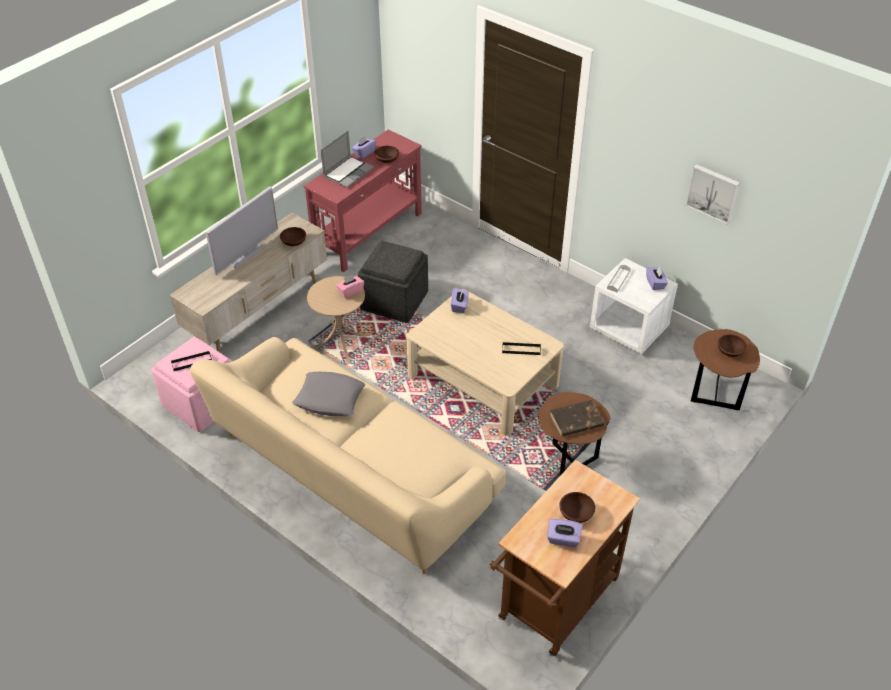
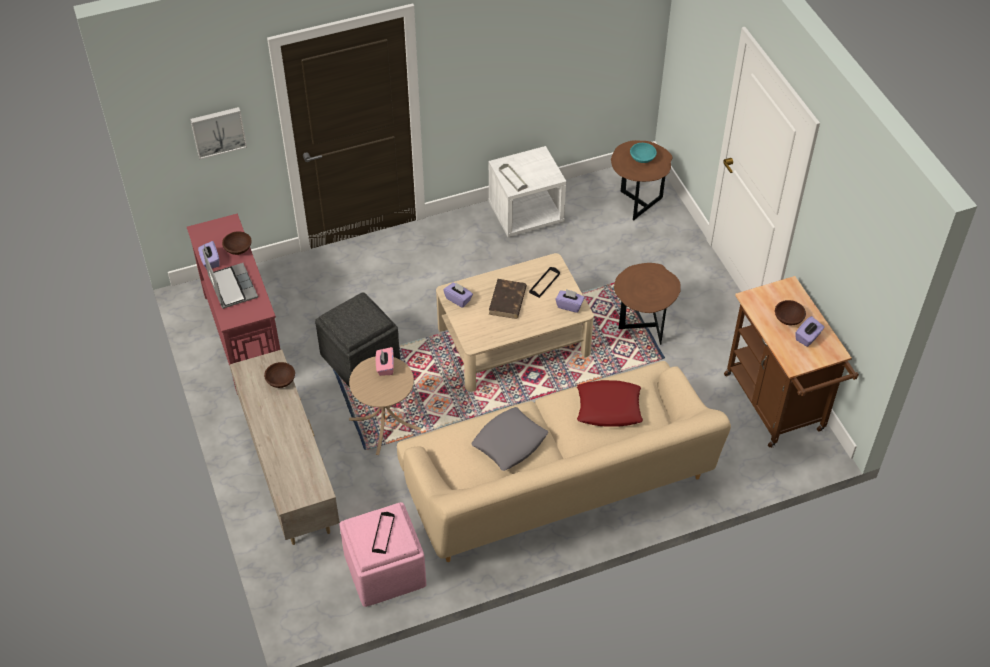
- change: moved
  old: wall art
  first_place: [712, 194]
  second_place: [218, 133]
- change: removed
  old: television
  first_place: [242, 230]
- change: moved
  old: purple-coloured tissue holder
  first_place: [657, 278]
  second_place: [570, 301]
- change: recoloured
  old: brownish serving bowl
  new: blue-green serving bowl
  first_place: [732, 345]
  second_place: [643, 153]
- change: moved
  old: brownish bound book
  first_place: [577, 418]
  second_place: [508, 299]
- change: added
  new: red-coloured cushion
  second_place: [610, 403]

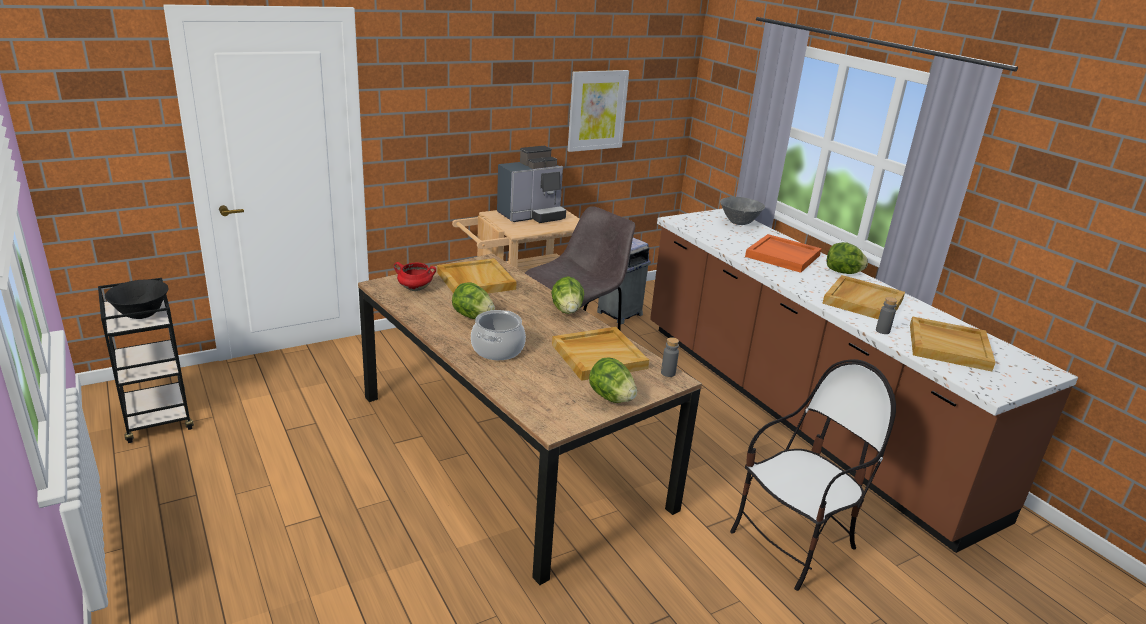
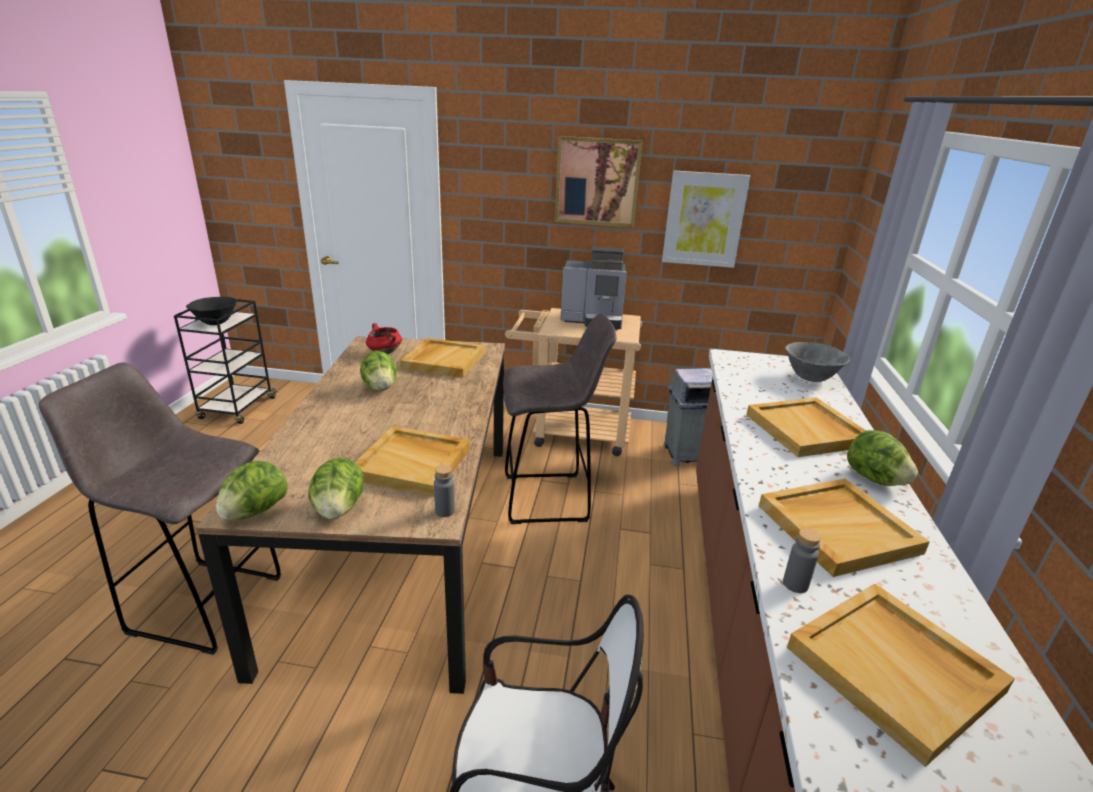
- change: recoloured
  old: orangey carrying tray
  new: sand-coloured carrying tray
  first_place: [783, 253]
  second_place: [806, 427]
- change: moved
  old: lettuce
  first_place: [567, 295]
  second_place: [252, 490]
- change: removed
  old: stockpot
  first_place: [498, 335]
- change: added
  new: wall art
  second_place: [599, 182]
- change: added
  new: grey sitting stool
  second_place: [159, 508]

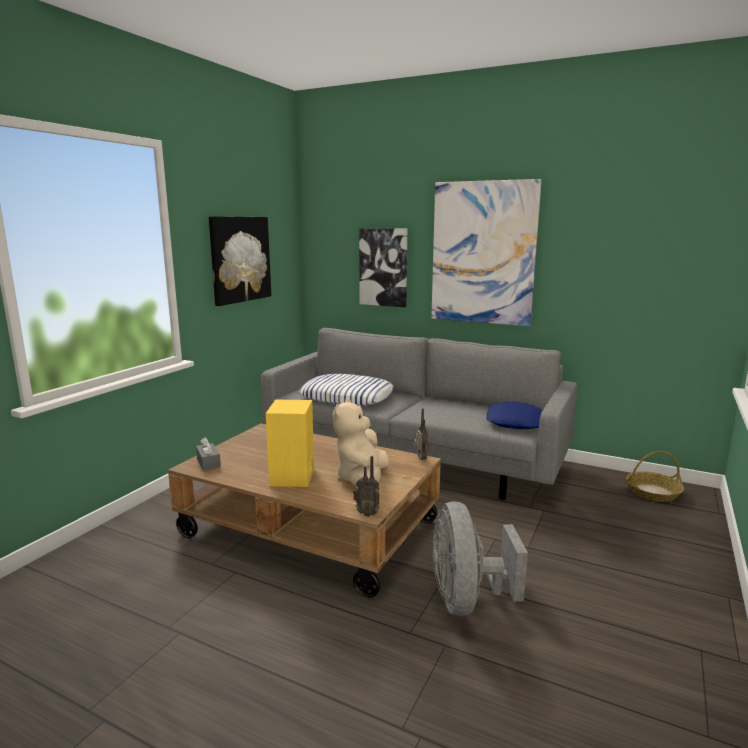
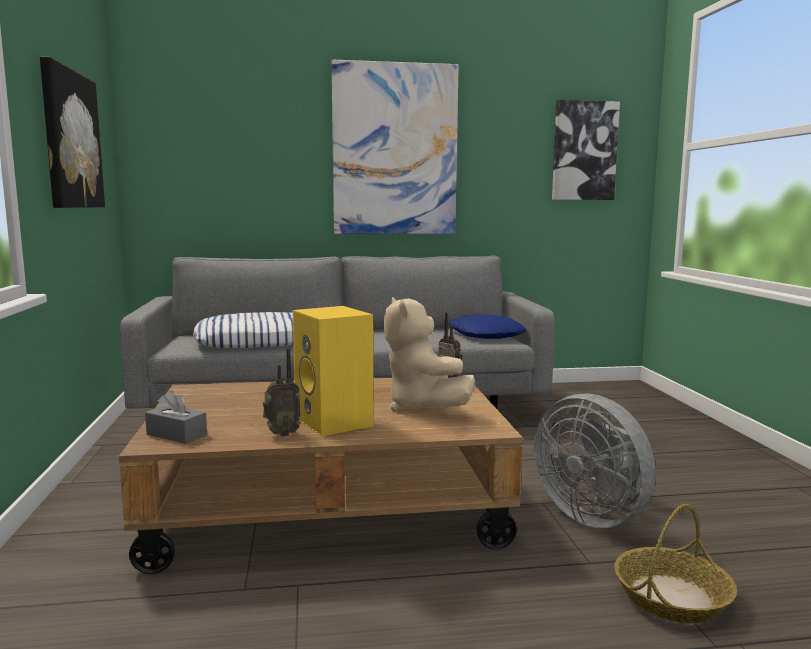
- change: moved
  old: wall art
  first_place: [383, 267]
  second_place: [586, 150]
- change: moved
  old: household basket
  first_place: [655, 476]
  second_place: [675, 563]
- change: moved
  old: radio
  first_place: [366, 486]
  second_place: [282, 392]

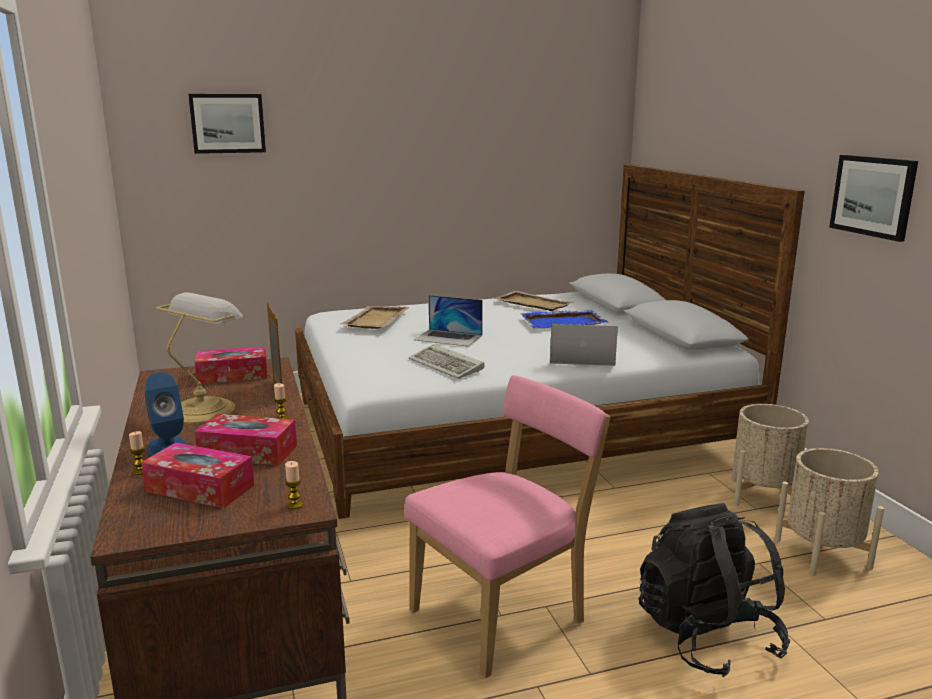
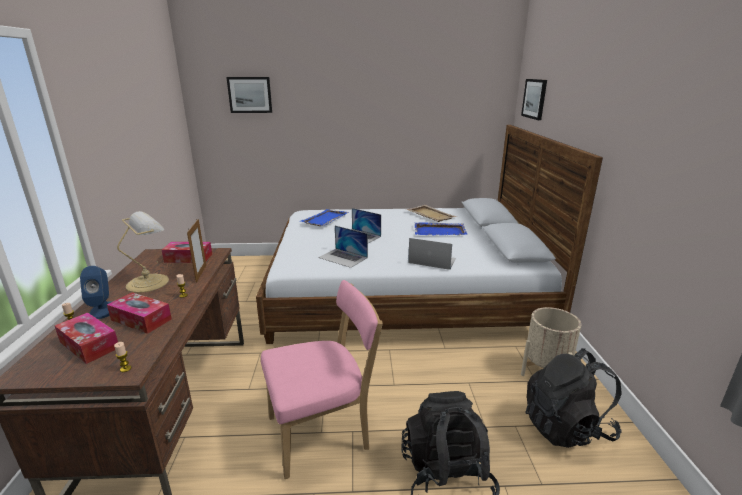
- change: moved
  old: wall art
  first_place: [873, 198]
  second_place: [534, 99]
- change: recoloured
  old: sand-coloured carrying tray
  new: blue carrying tray
  first_place: [375, 317]
  second_place: [325, 217]
- change: replaced
  old: PC keyboard
  new: portable computer
  first_place: [447, 361]
  second_place: [343, 247]
- change: replaced
  old: sand-coloured flower pot
  new: black-coloured knapsack
  first_place: [829, 512]
  second_place: [573, 398]

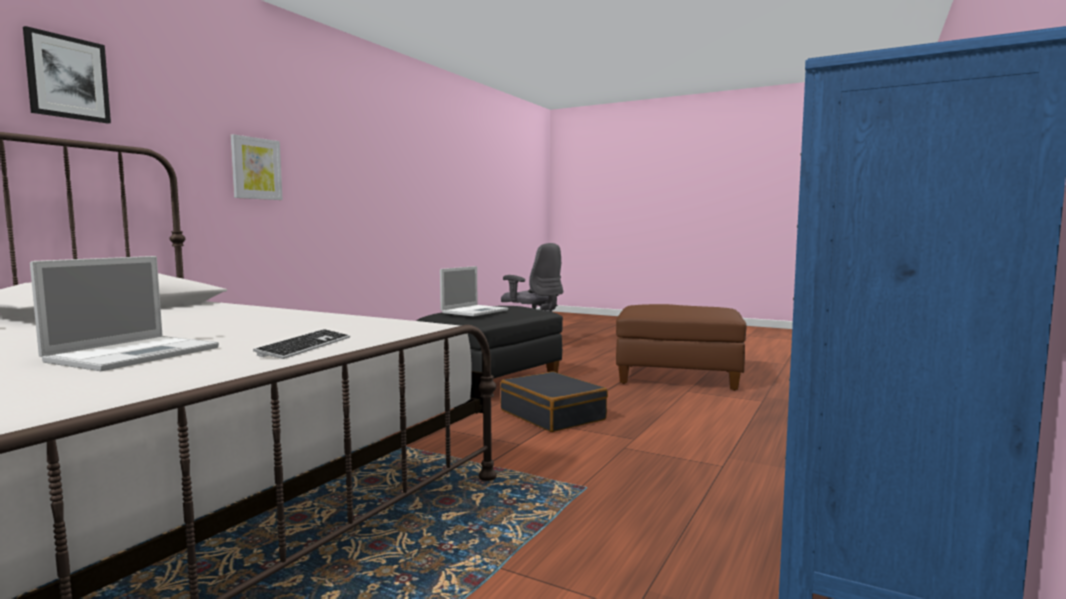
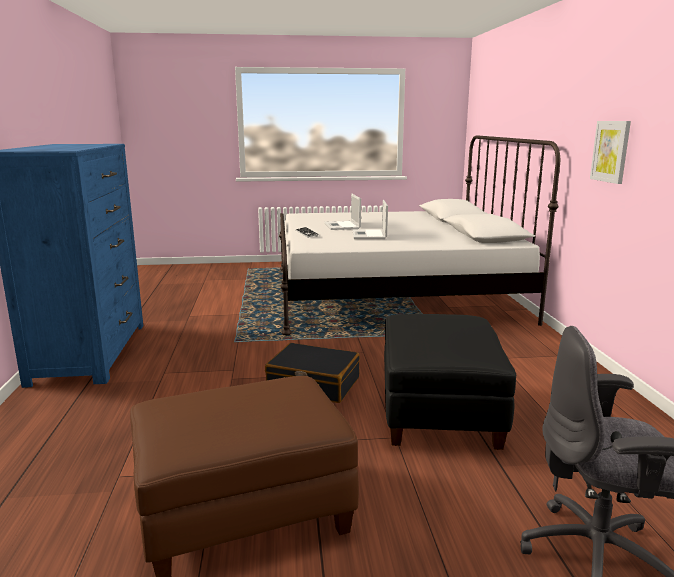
- change: removed
  old: wall art
  first_place: [67, 75]
- change: moved
  old: portable computer
  first_place: [474, 291]
  second_place: [370, 219]

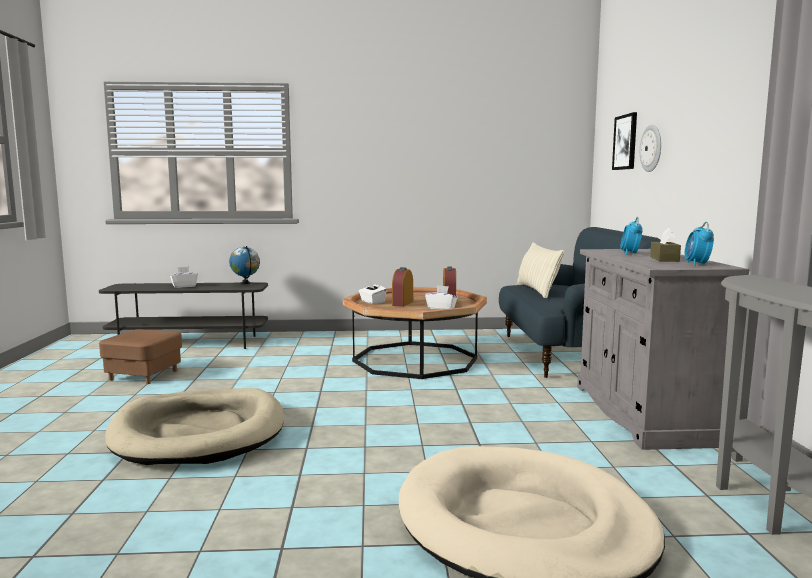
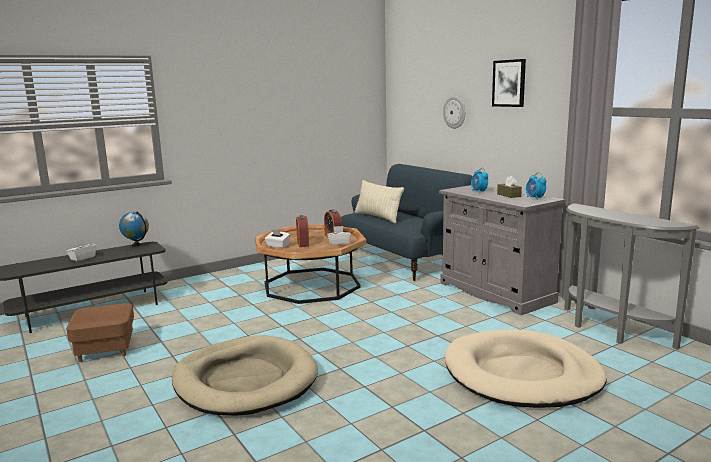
- change: moved
  old: wall art
  first_place: [624, 141]
  second_place: [509, 83]

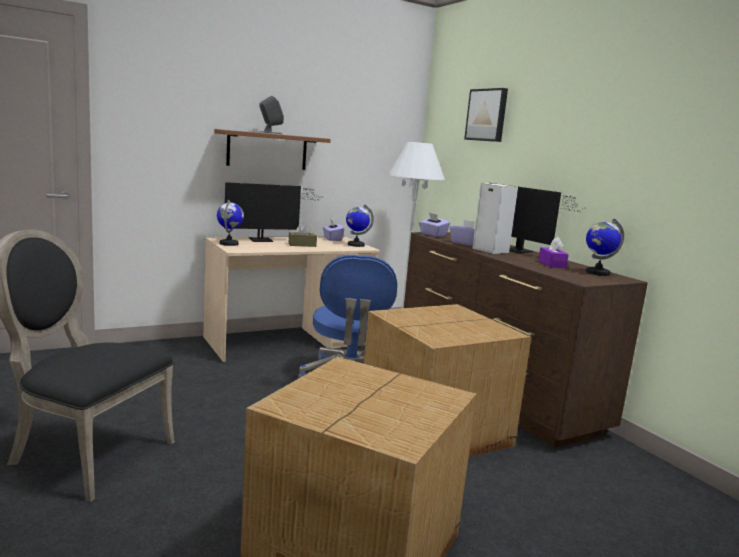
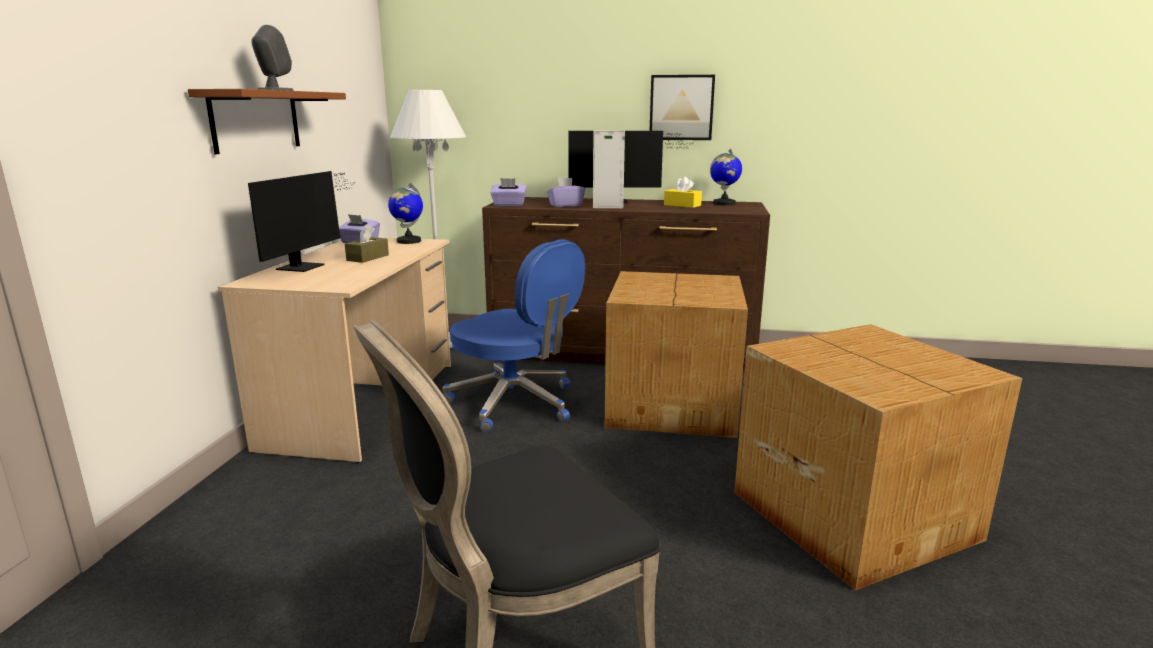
- change: moved
  old: wall art
  first_place: [486, 115]
  second_place: [682, 107]
- change: removed
  old: globe
  first_place: [230, 223]
- change: recoloured
  old: purple-coloured tissue holder
  new: yellowish tissue holder
  first_place: [553, 252]
  second_place: [683, 192]

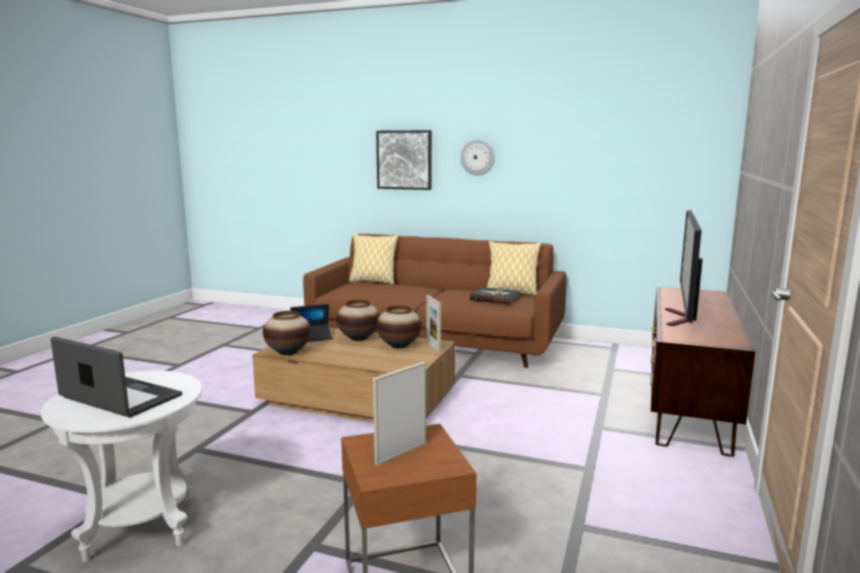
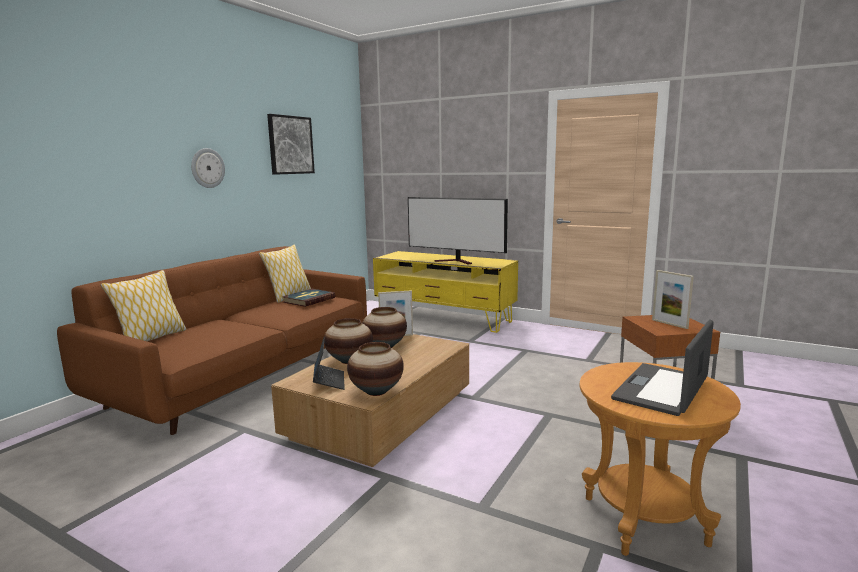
- change: moved
  old: wall art
  first_place: [404, 160]
  second_place: [291, 144]
- change: recoloured
  old: brownish tv stand
  new: yellowish tv stand
  first_place: [703, 372]
  second_place: [445, 292]
- change: recoloured
  old: white end table
  new: brownish end table
  first_place: [121, 466]
  second_place: [660, 459]

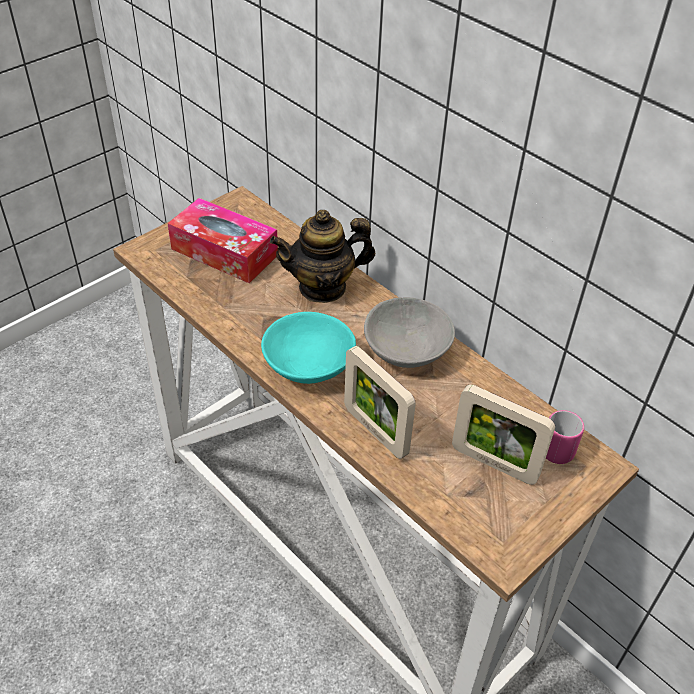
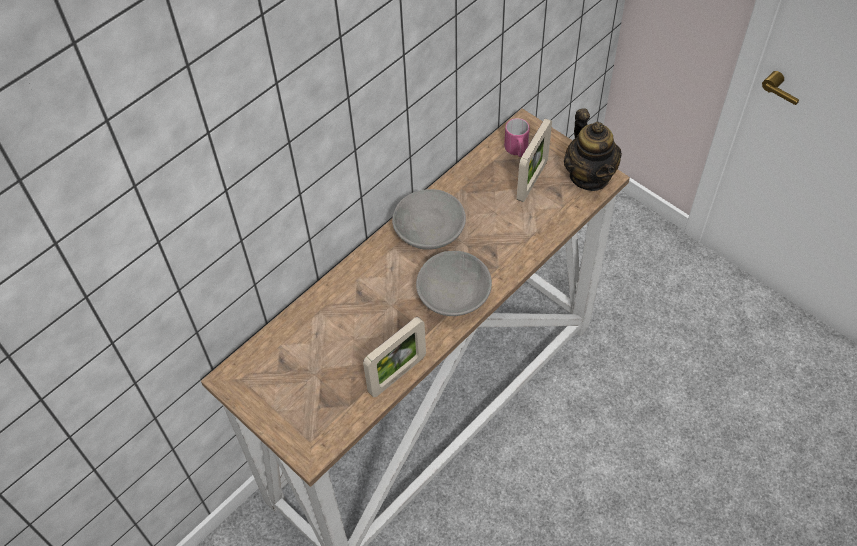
- change: removed
  old: tissue holder
  first_place: [222, 240]
- change: moved
  old: tea pot
  first_place: [322, 256]
  second_place: [593, 150]
- change: recoloured
  old: blue-green serving bowl
  new: grey serving bowl
  first_place: [308, 348]
  second_place: [454, 283]
- change: moved
  old: standing frame
  first_place: [380, 402]
  second_place: [394, 357]

